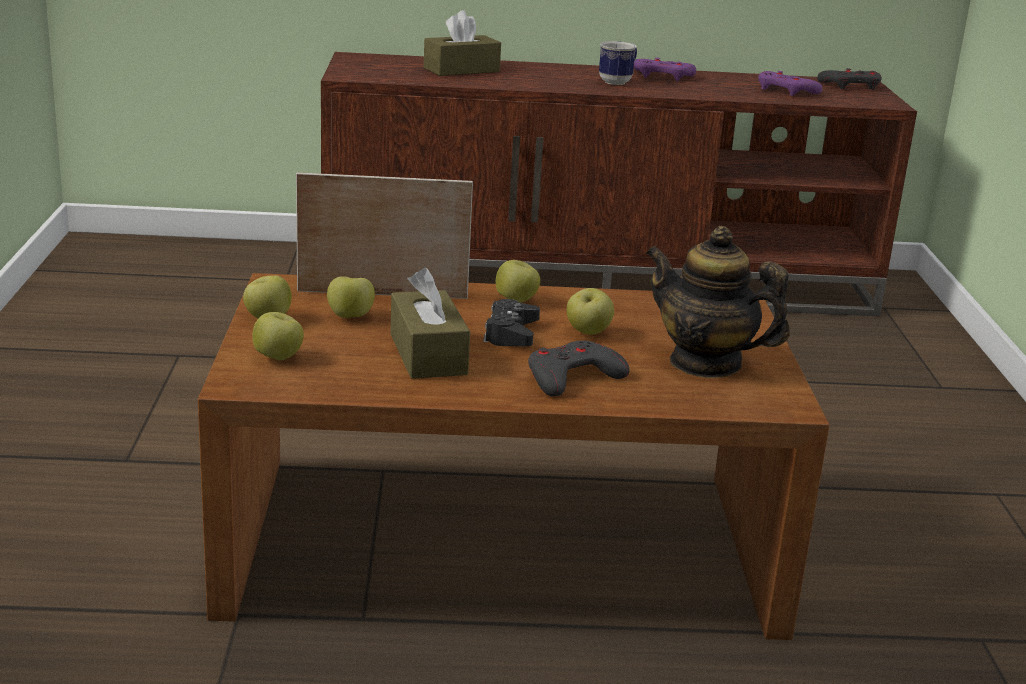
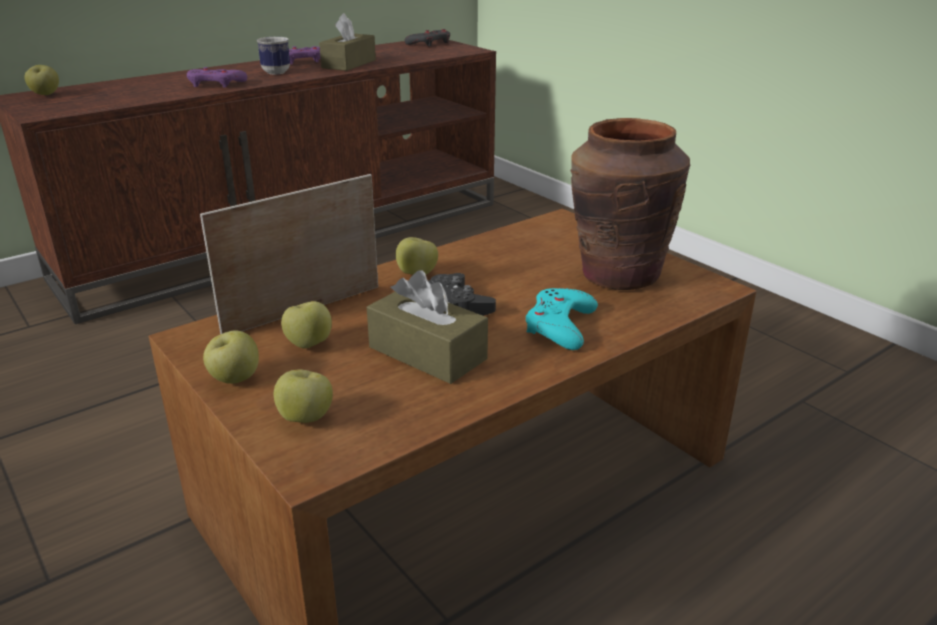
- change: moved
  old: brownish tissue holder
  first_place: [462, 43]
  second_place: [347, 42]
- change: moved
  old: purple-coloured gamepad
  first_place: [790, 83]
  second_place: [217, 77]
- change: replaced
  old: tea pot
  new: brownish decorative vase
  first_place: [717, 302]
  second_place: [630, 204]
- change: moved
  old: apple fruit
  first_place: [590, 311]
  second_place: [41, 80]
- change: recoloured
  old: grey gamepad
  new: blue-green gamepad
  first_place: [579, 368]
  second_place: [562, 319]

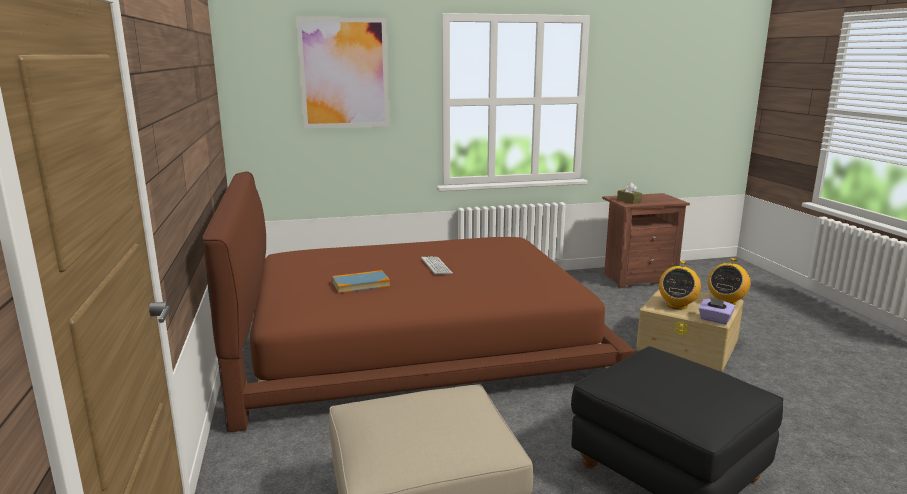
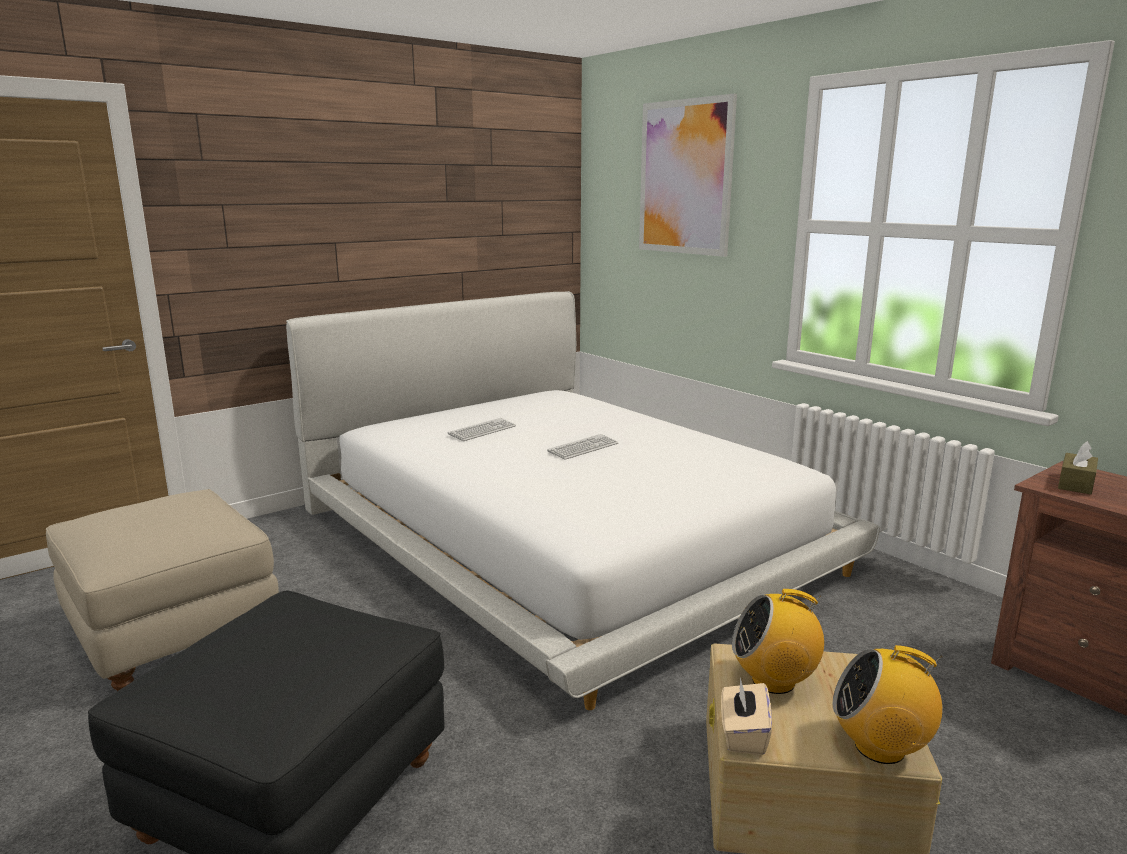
- change: recoloured
  old: brownish bedroom bed
  new: white bedroom bed
  first_place: [419, 301]
  second_place: [583, 500]
- change: replaced
  old: bound book
  new: PC keyboard
  first_place: [361, 281]
  second_place: [482, 429]
- change: recoloured
  old: purple-coloured tissue holder
  new: sand-coloured tissue holder
  first_place: [717, 310]
  second_place: [746, 716]

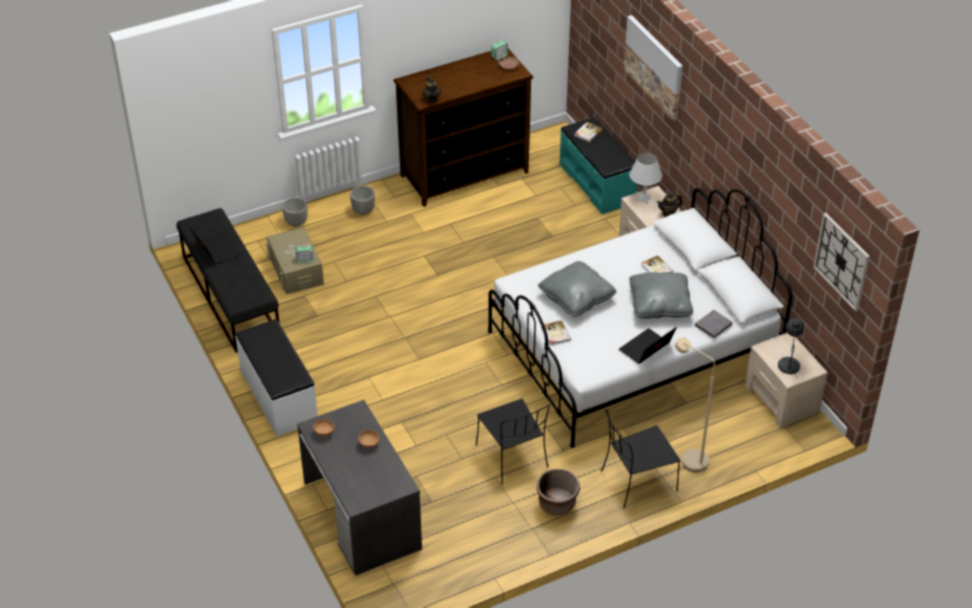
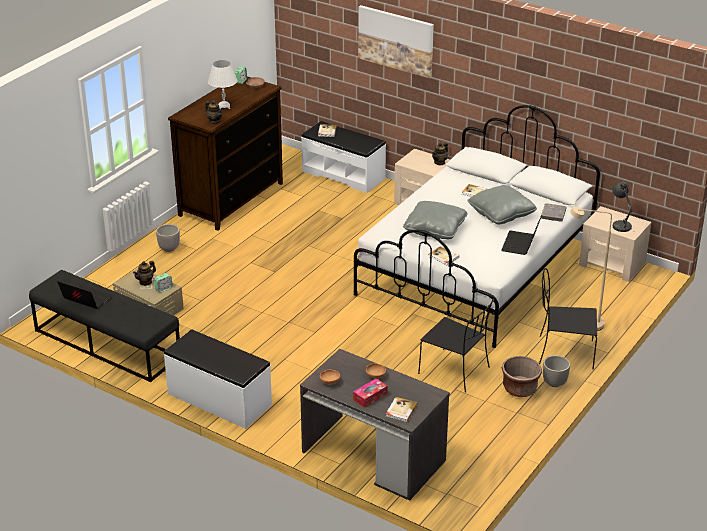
- change: recoloured
  old: blue-green indoor bench
  new: white indoor bench
  first_place: [598, 165]
  second_place: [343, 157]
- change: moved
  old: white lamp for a table
  first_place: [645, 178]
  second_place: [223, 84]
- change: moved
  old: flower pot
  first_place: [295, 212]
  second_place: [556, 371]
- change: removed
  old: hanging clock
  first_place: [841, 262]
- change: turned
  old: black-coloured chair
  first_place: [640, 458]
  second_place: [568, 318]
  degrees: 60
- change: added
  new: tea pot
  second_place: [144, 273]
- change: added
  new: tissue holder
  second_place: [370, 393]
- change: added
  new: bound book
  second_place: [401, 409]

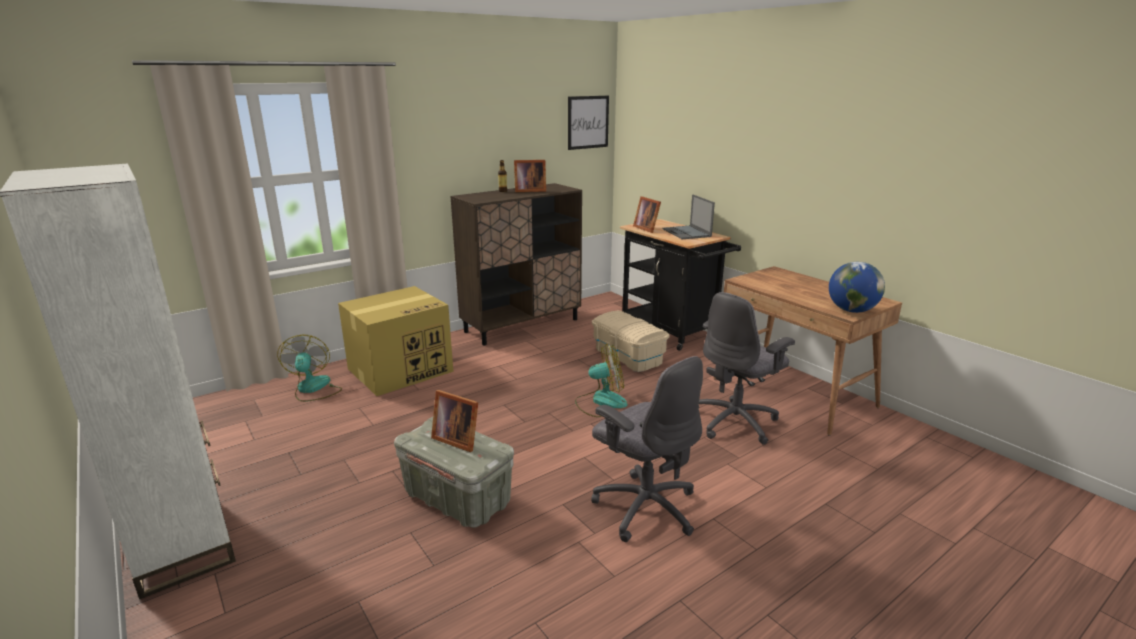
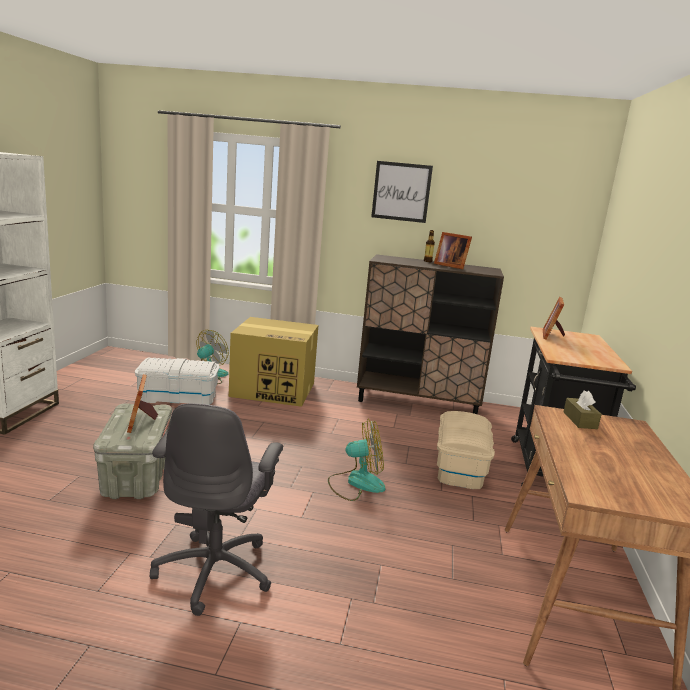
- change: moved
  old: wall art
  first_place: [588, 123]
  second_place: [402, 192]
- change: removed
  old: portable computer
  first_place: [688, 216]
- change: removed
  old: globe
  first_place: [857, 287]
- change: removed
  old: grey computer chair
  first_place: [746, 368]
- change: turned
  old: cooling fan
  first_place: [601, 380]
  second_place: [357, 460]
  degrees: -45
- change: added
  new: white storage bin
  second_place: [177, 381]
- change: added
  new: brownish tissue holder
  second_place: [583, 410]

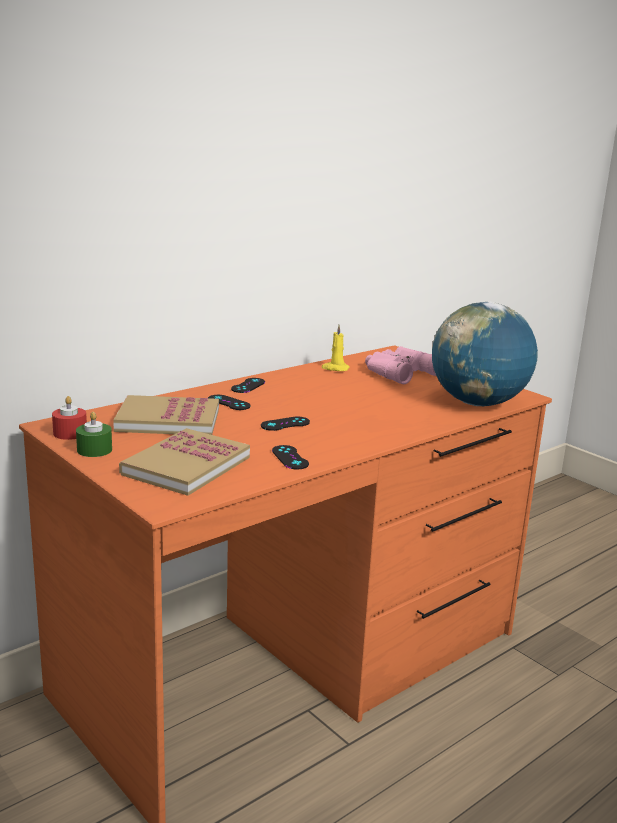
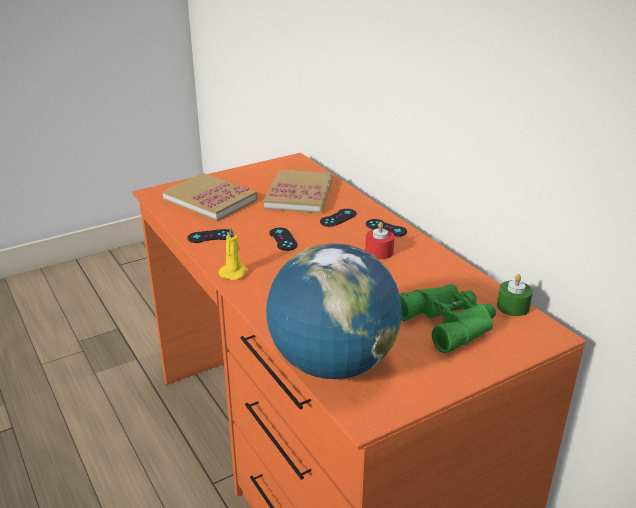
- change: moved
  old: yellowish candle
  first_place: [336, 348]
  second_place: [233, 253]
- change: recoloured
  old: pink-coloured field glasses
  new: green field glasses
  first_place: [400, 365]
  second_place: [447, 318]
- change: moved
  old: red-coloured candle
  first_place: [69, 418]
  second_place: [380, 240]
- change: moved
  old: green candle
  first_place: [94, 434]
  second_place: [515, 295]

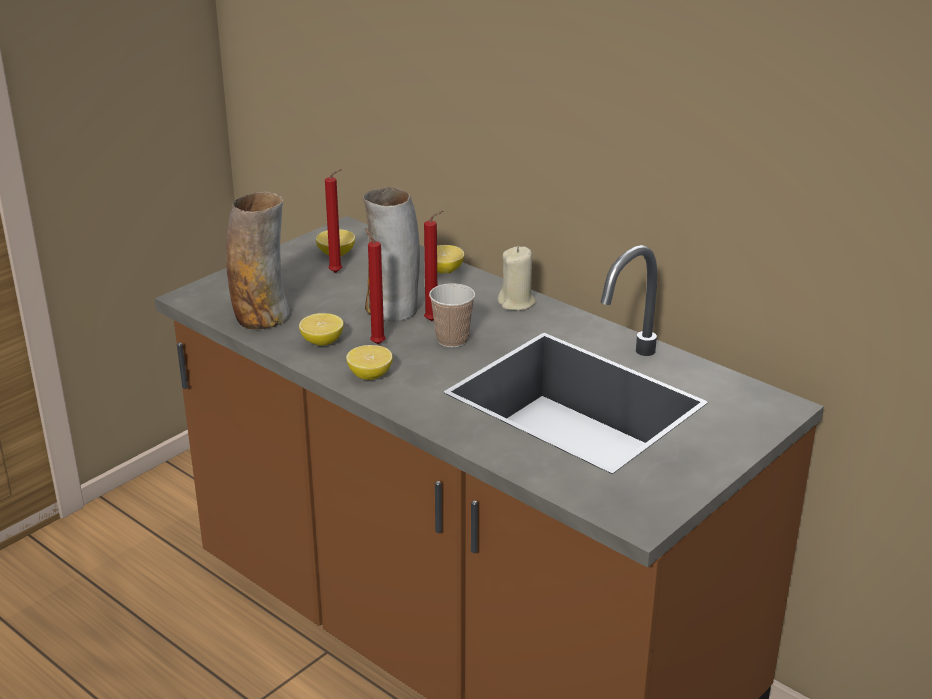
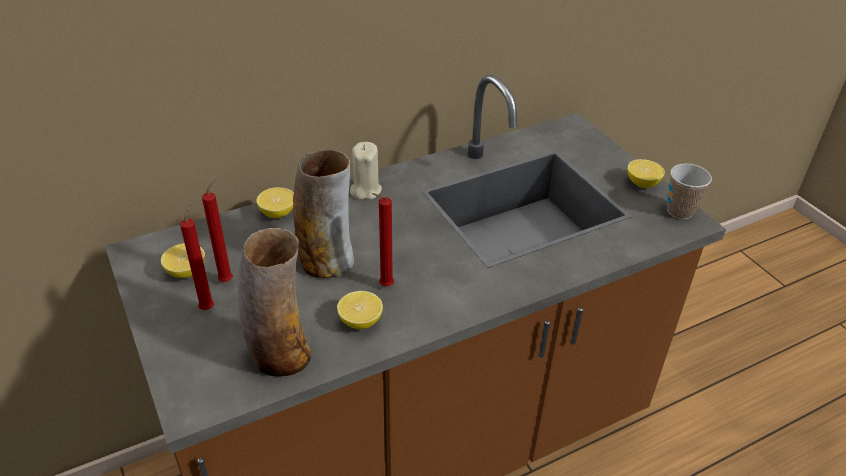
- change: moved
  old: red-coloured candle
  first_place: [433, 266]
  second_place: [197, 257]
- change: moved
  old: cup
  first_place: [452, 315]
  second_place: [689, 191]
- change: moved
  old: citrus fruit
  first_place: [369, 362]
  second_place: [646, 173]

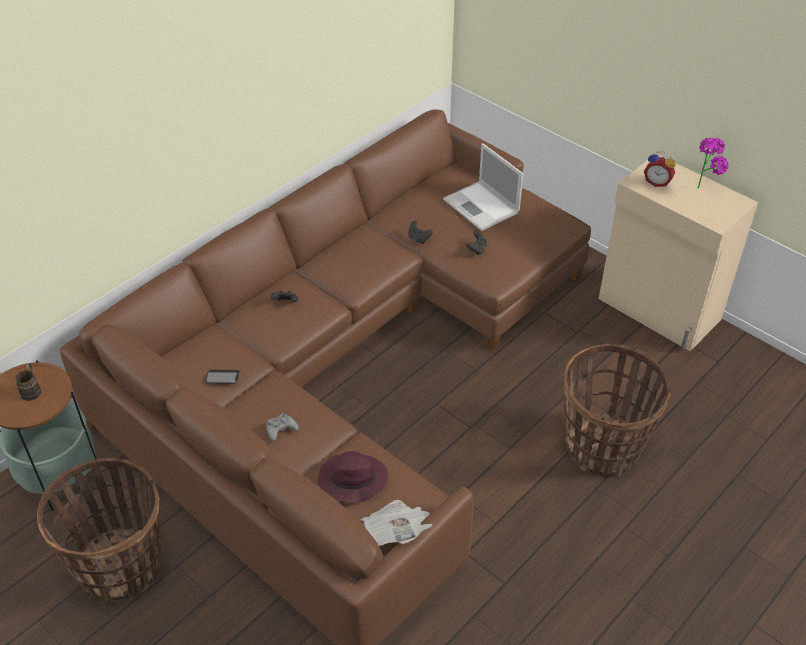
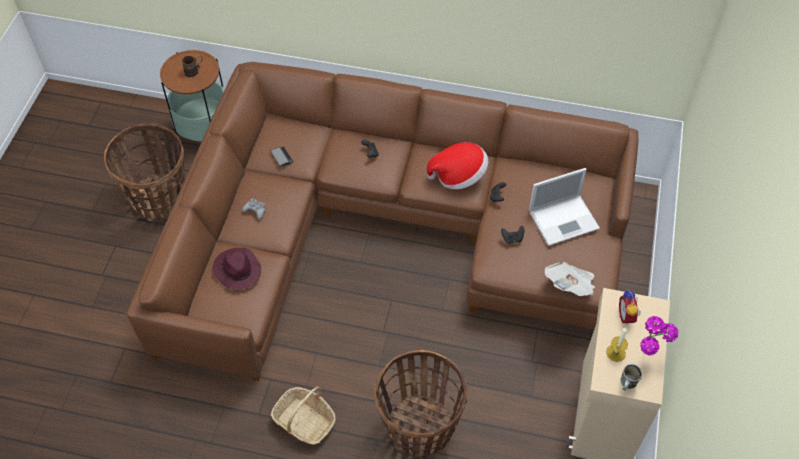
- change: turned
  old: portable computer
  first_place: [483, 187]
  second_place: [564, 207]
  degrees: -135
- change: moved
  old: newspaper
  first_place: [396, 523]
  second_place: [570, 279]
- change: added
  new: hat
  second_place: [457, 165]
- change: added
  new: candle
  second_place: [617, 345]
- change: added
  new: mug
  second_place: [632, 377]
- change: added
  new: household basket
  second_place: [303, 416]

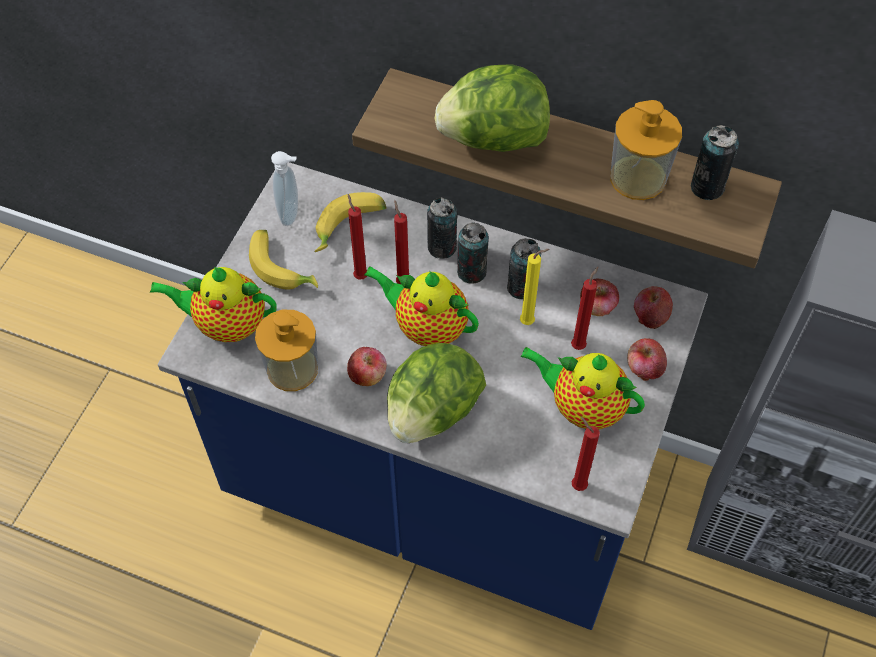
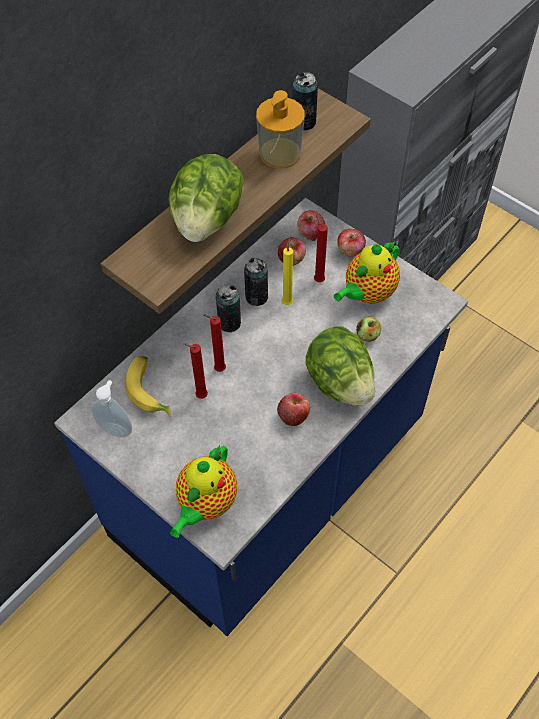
- change: removed
  old: can
  first_place: [442, 228]
- change: removed
  old: banana
  first_place: [283, 260]
- change: removed
  old: tea pot
  first_place: [421, 306]
- change: removed
  old: soap bottle
  first_place: [286, 350]
- change: removed
  old: red-coloured candle
  first_place: [586, 454]
- change: added
  new: apple fruit
  second_place: [368, 329]

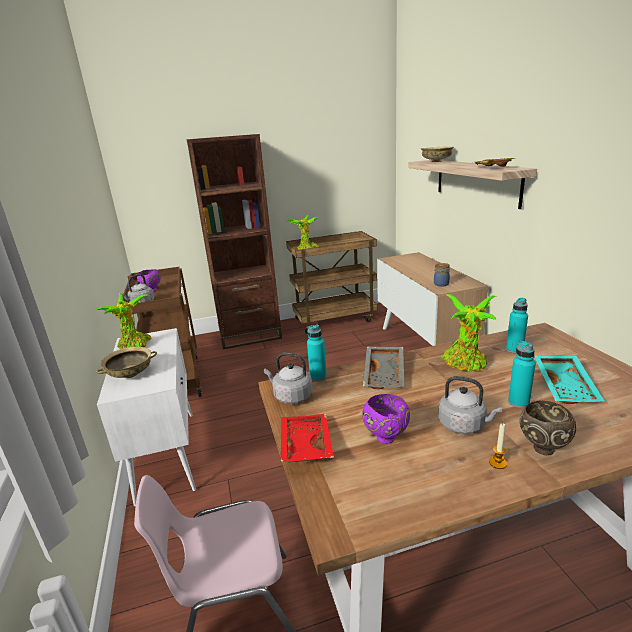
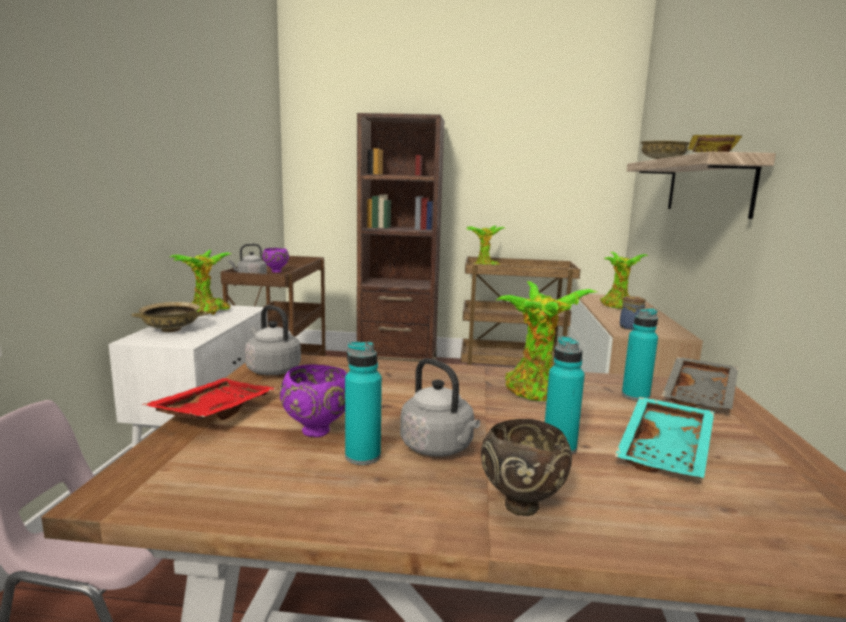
- change: moved
  old: blue-green bottle
  first_place: [317, 353]
  second_place: [363, 403]
- change: moved
  old: grey carrying tray
  first_place: [383, 367]
  second_place: [700, 383]
- change: removed
  old: candle
  first_place: [498, 446]
- change: added
  new: potted plant
  second_place: [624, 280]

